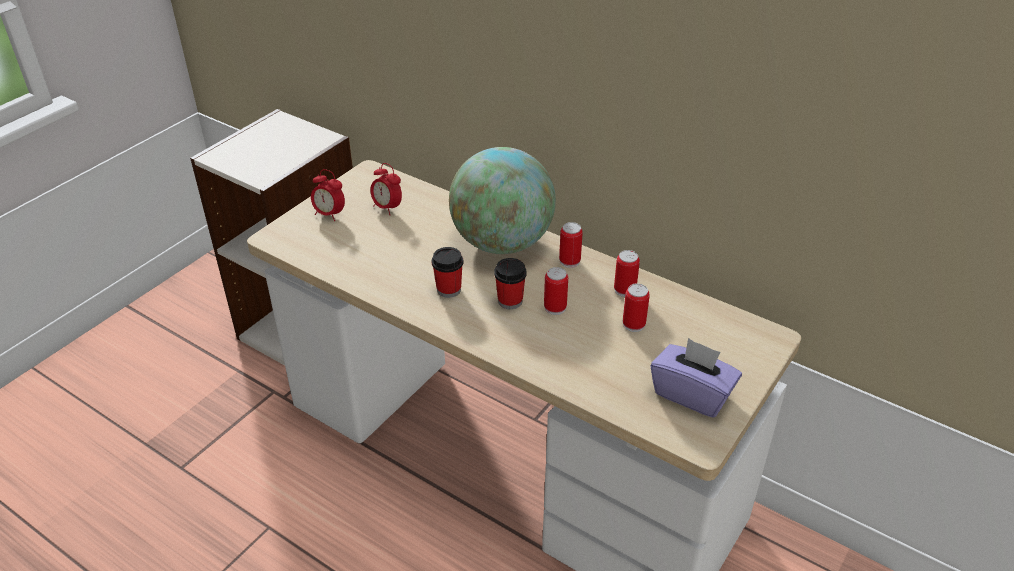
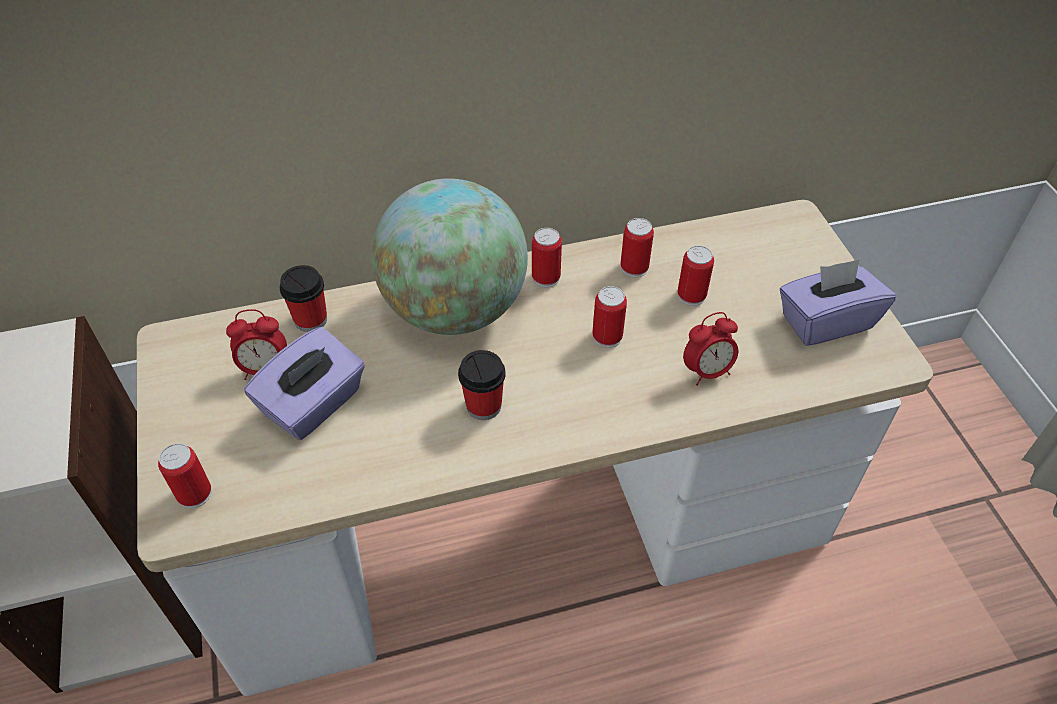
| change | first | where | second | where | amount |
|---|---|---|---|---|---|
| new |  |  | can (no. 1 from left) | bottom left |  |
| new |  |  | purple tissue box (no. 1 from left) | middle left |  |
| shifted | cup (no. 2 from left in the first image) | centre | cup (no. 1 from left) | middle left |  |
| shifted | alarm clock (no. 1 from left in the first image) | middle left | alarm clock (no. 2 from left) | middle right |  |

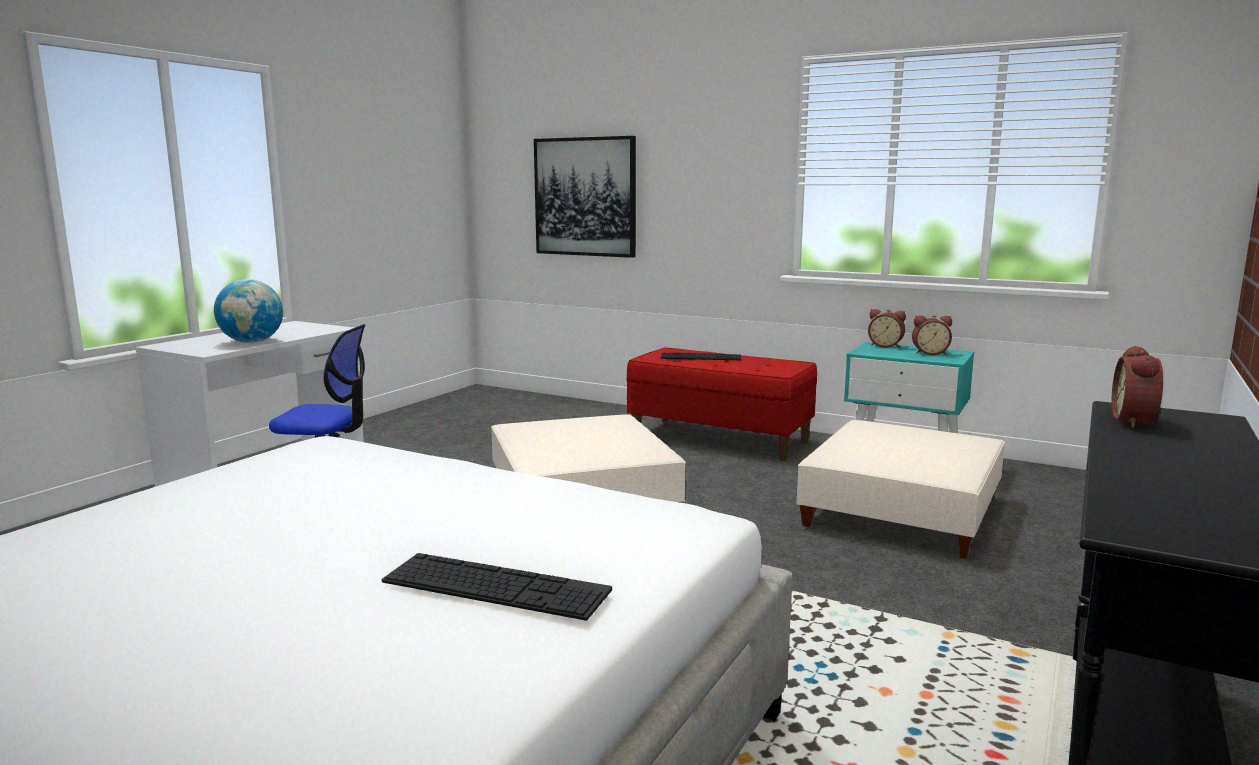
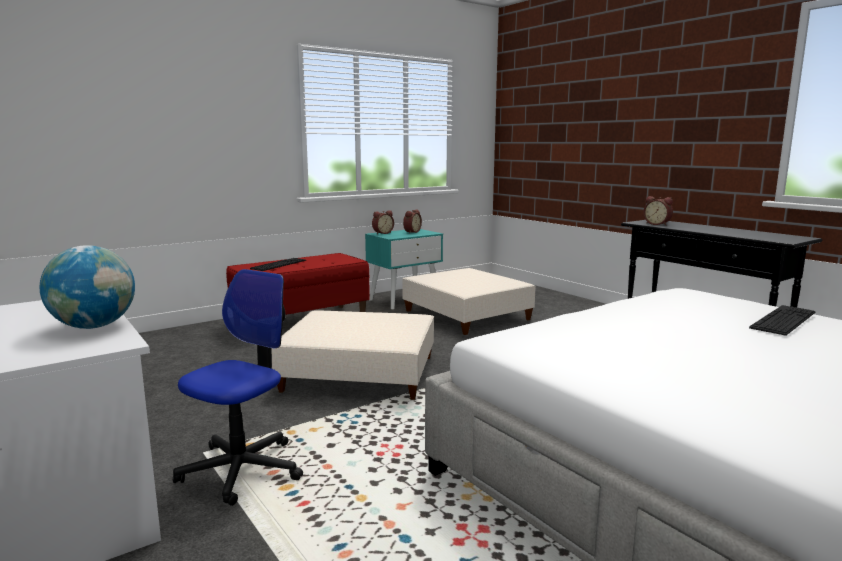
| change | first | where | second | where | amount |
|---|---|---|---|---|---|
| gone | picture | top centre |  |  |  |

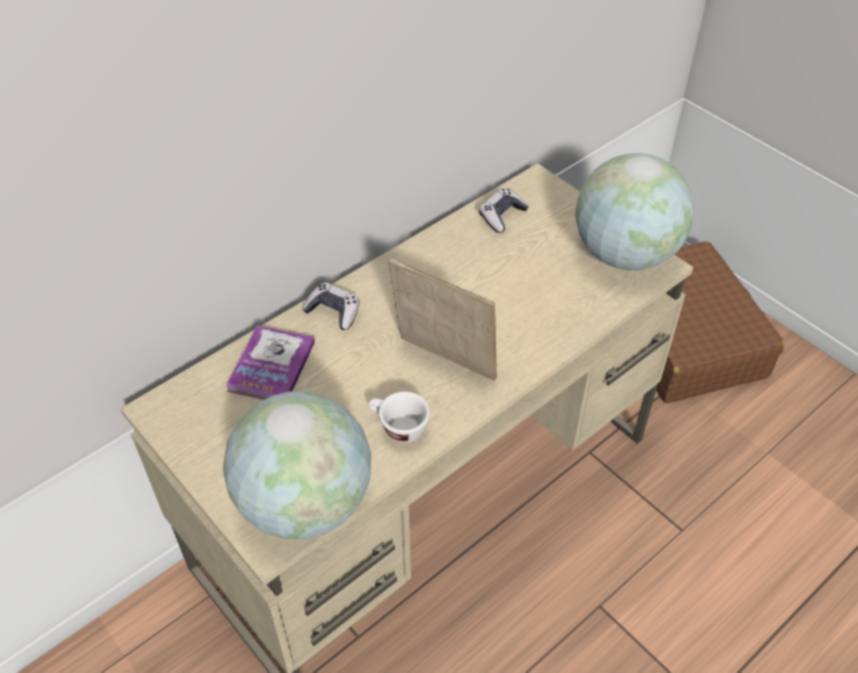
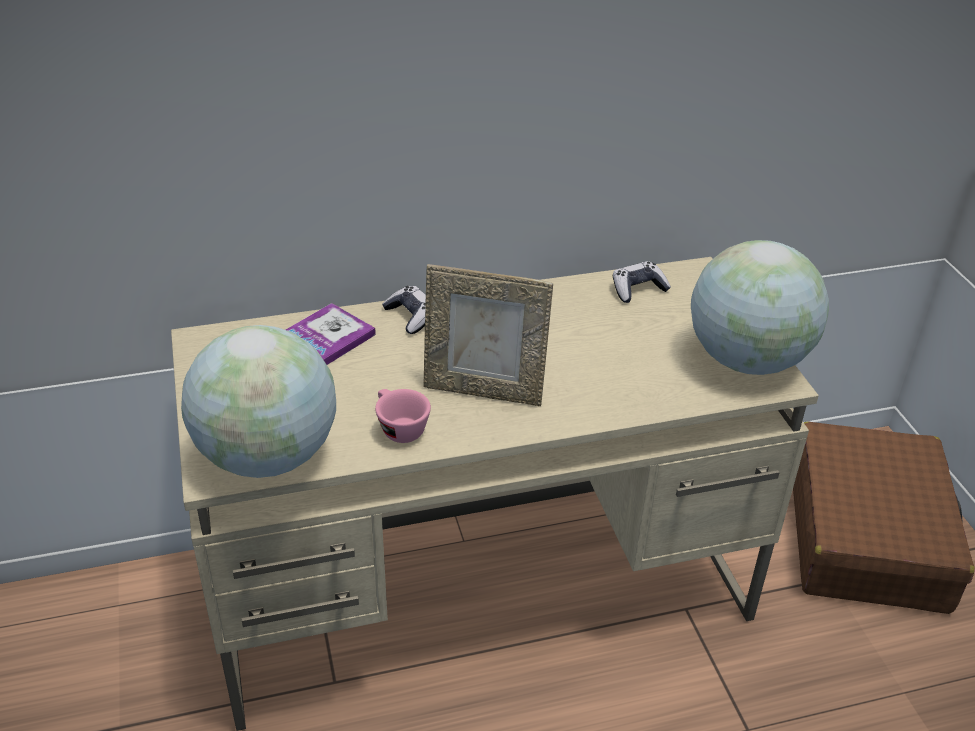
| change | first | where | second | where | amount |
|---|---|---|---|---|---|
| repainted | white cup | centre | pink cup | centre |  |
| rotated | picture frame | centre |  | centre | 135 degrees clockwise |

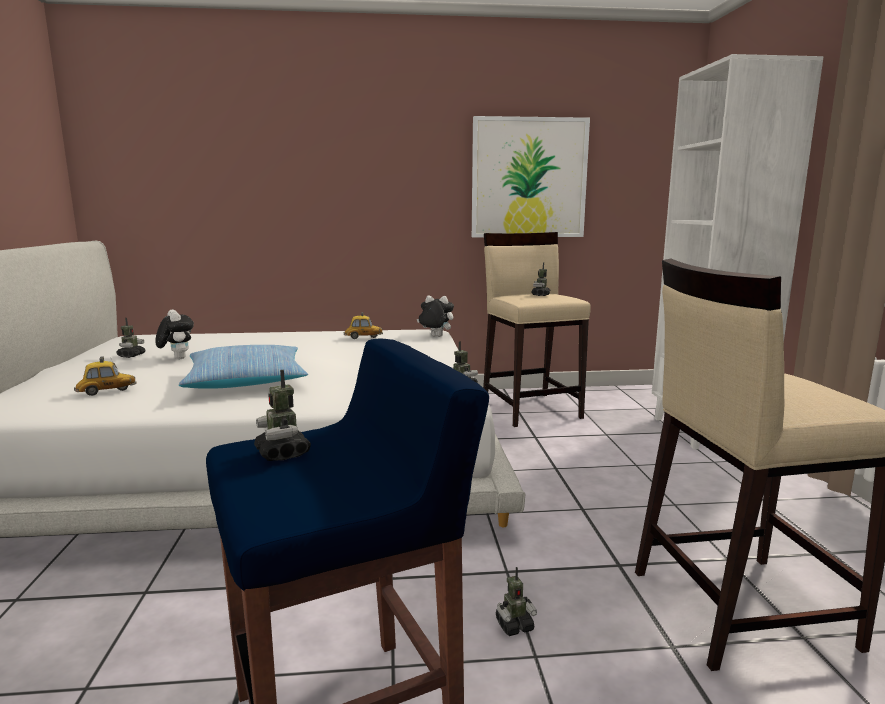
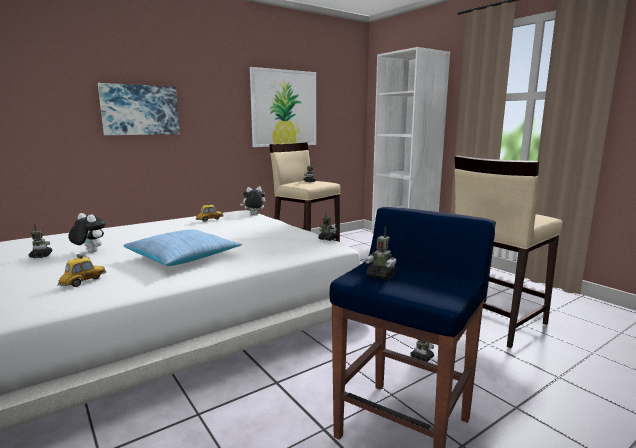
| change | first | where | second | where | amount |
|---|---|---|---|---|---|
| new |  |  | picture (no. 1 from left) | top left |  |

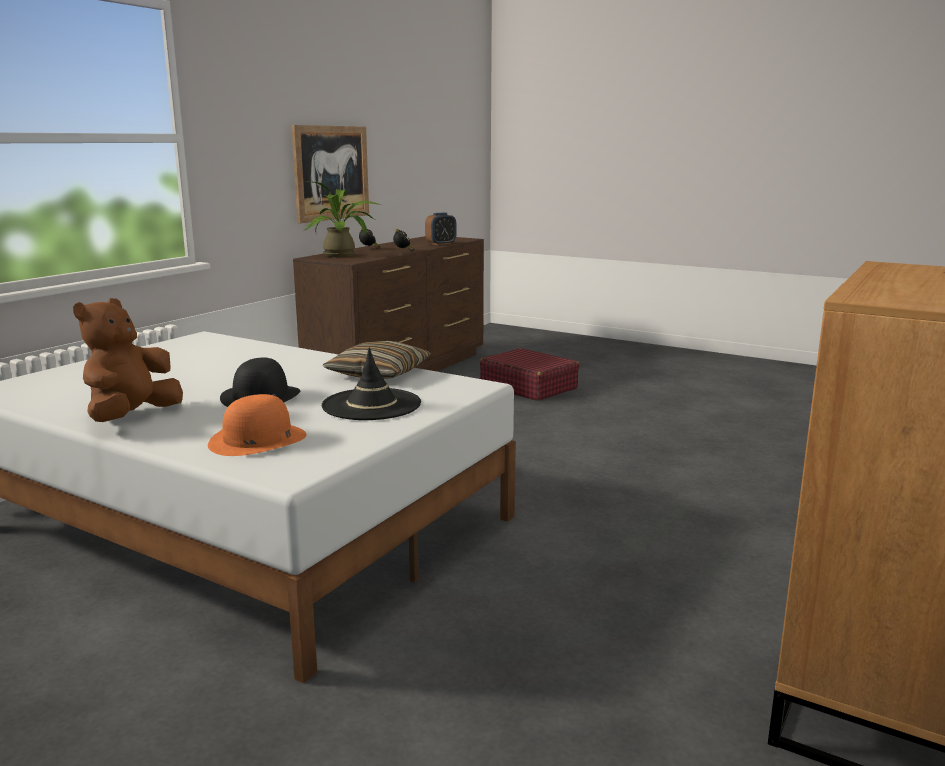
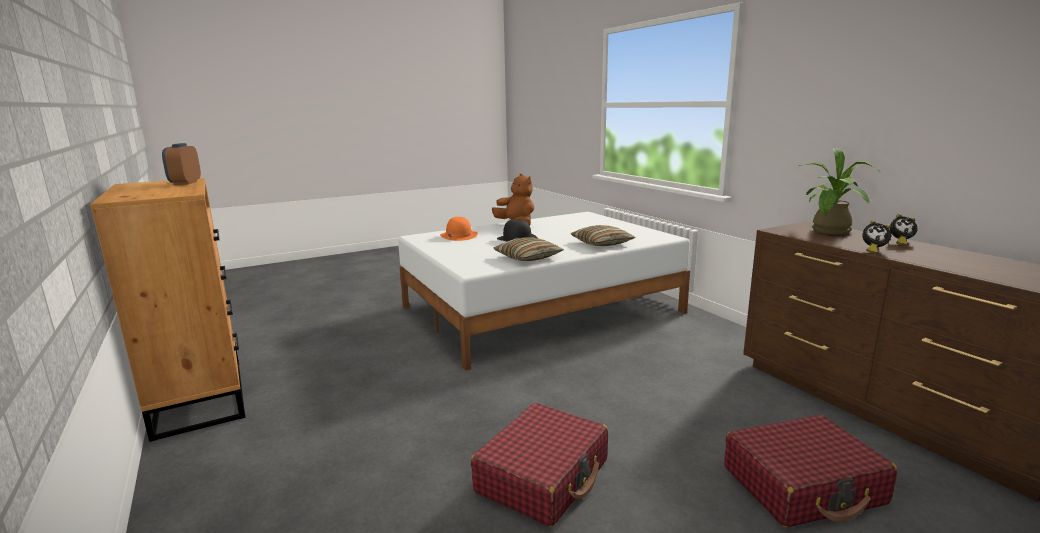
| change | first | where | second | where | amount |
|---|---|---|---|---|---|
| shifted | alarm clock (no. 3 from left in the first image) | top centre | alarm clock (no. 1 from left) | top left |  |
| new |  |  | red suitcase (no. 1 from left) | bottom centre |  |
| new |  |  | pillow (no. 2 from left) | centre |  |
| gone | picture | top centre |  |  |  |
| gone | black hat (no. 2 from left) | centre |  |  |  |

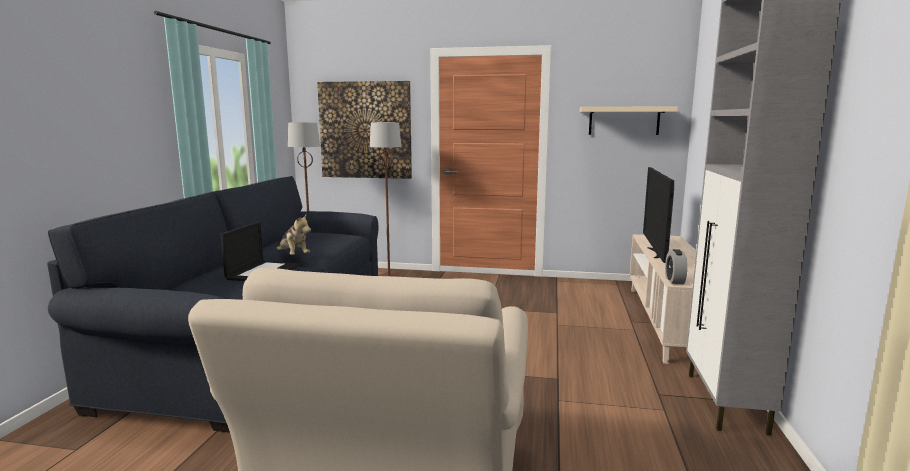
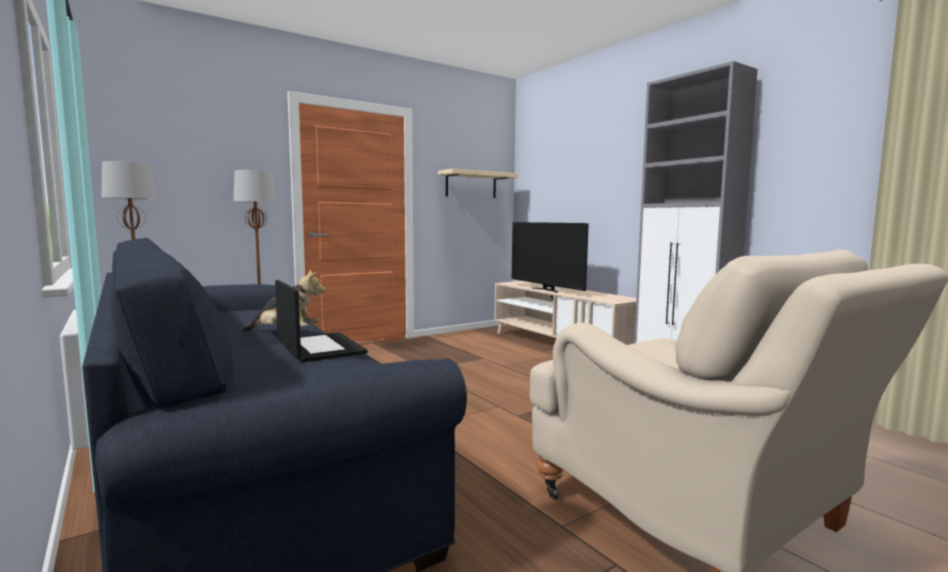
| change | first | where | second | where | amount |
|---|---|---|---|---|---|
| gone | picture | top centre |  |  |  |
| gone | alarm clock | middle right |  |  |  |

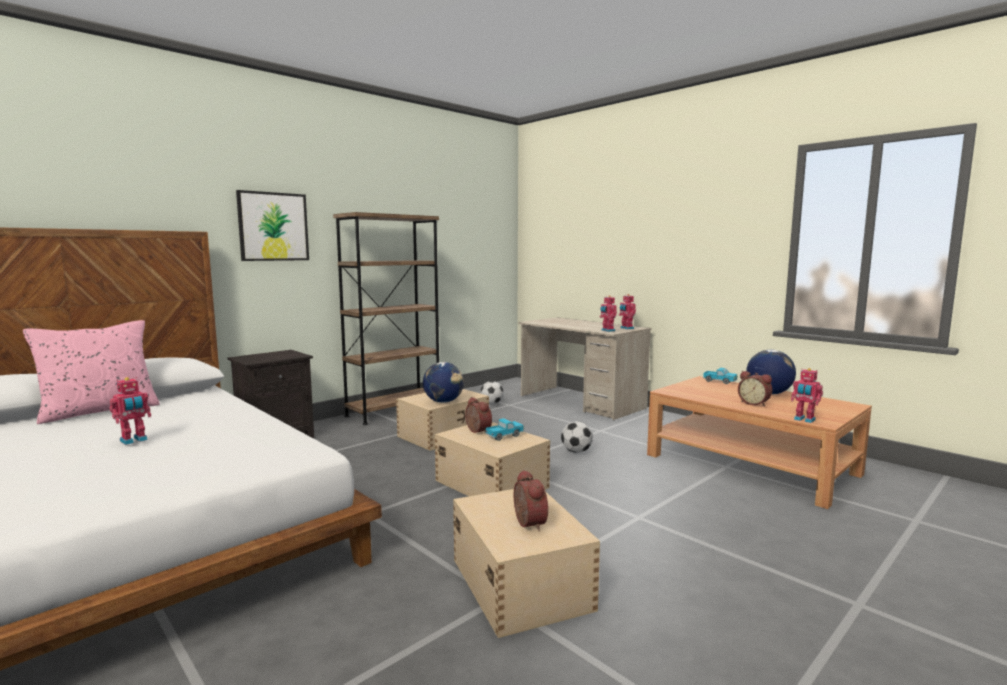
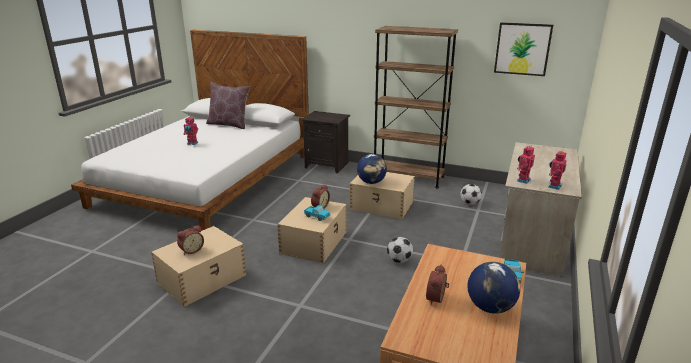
| change | first | where | second | where | amount |
|---|---|---|---|---|---|
| repainted | pink pillow | middle left | brown pillow | top left |  |
| shifted | picture | top left |  | top right |  |
| gone | toy robot (no. 4 from left) | middle right |  |  |  |

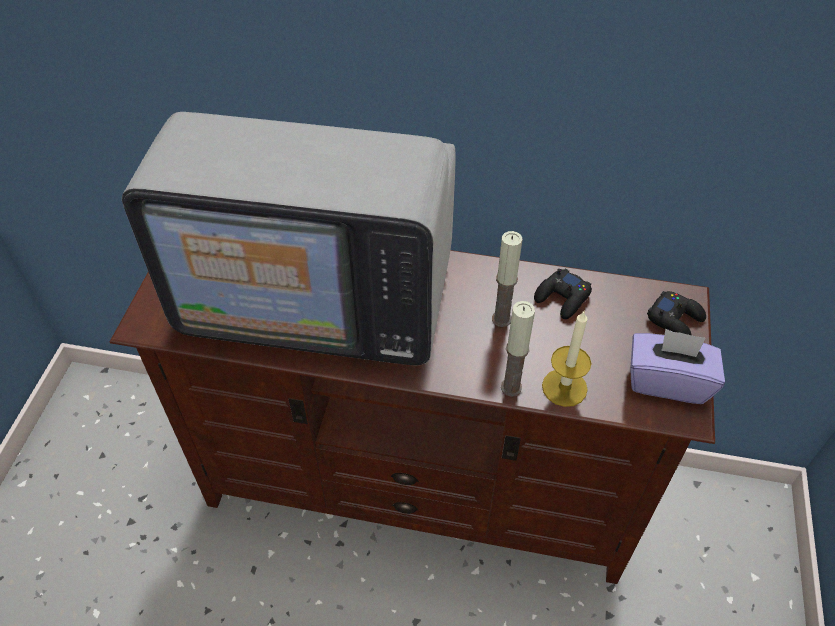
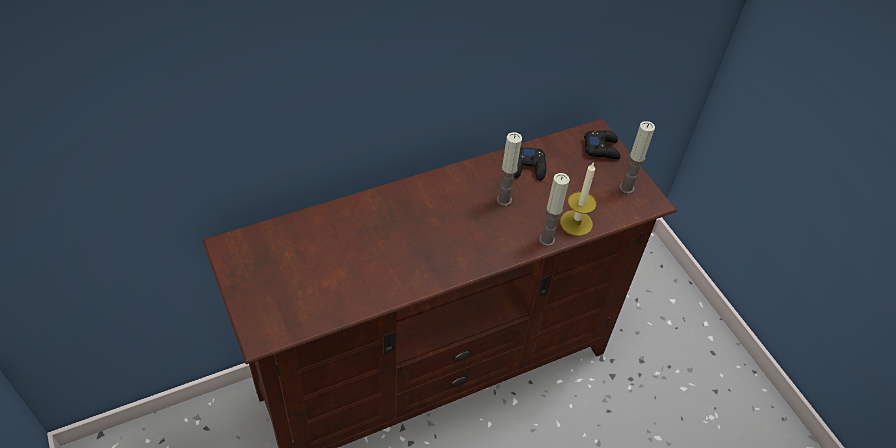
| change | first | where | second | where | amount |
|---|---|---|---|---|---|
| swapped | purple tissue box | middle right | candle (no. 4 from left) | middle right |  |
| gone | television | centre |  |  |  |

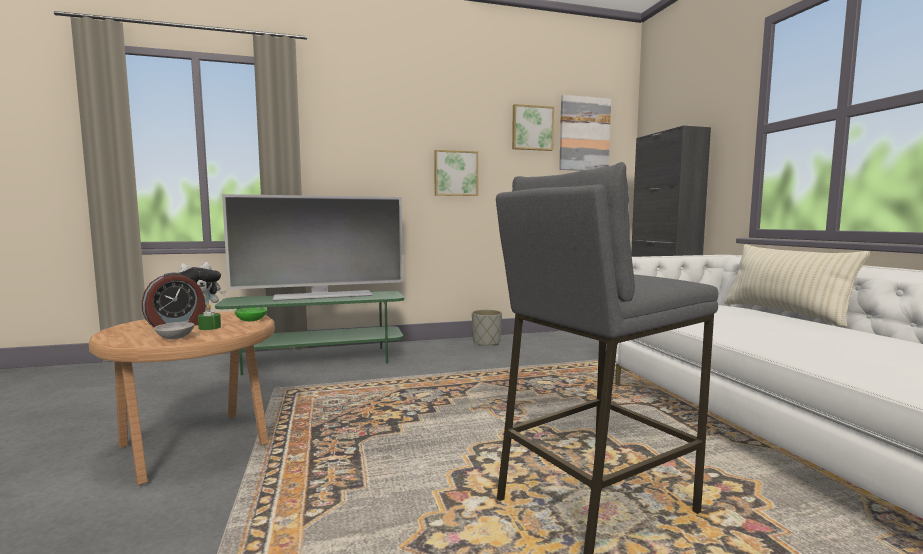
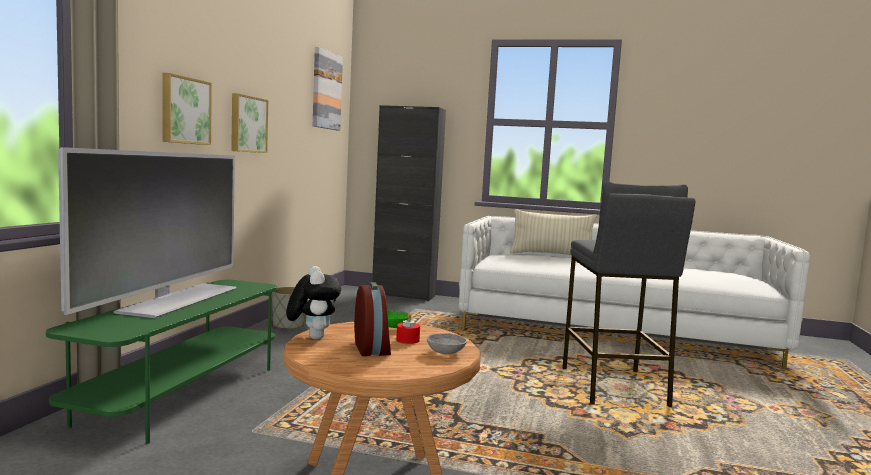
| change | first | where | second | where | amount |
|---|---|---|---|---|---|
| shifted | picture (no. 2 from left in the first image) | top centre | picture (no. 1 from left) | top left |  |
| repainted | green candle | middle left | red candle | bottom centre |  |

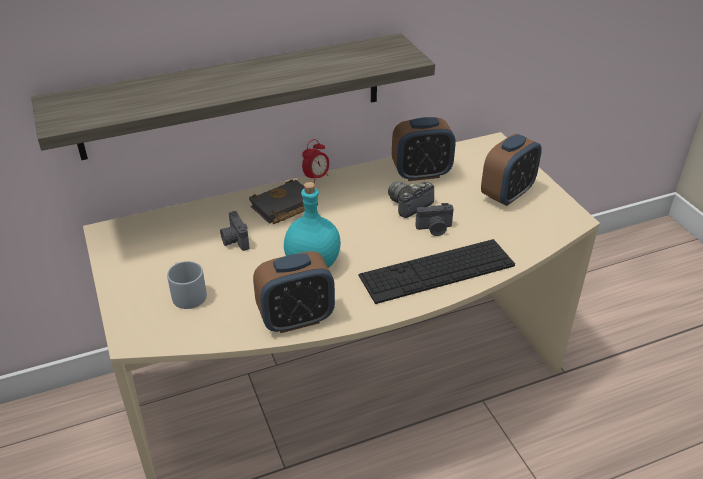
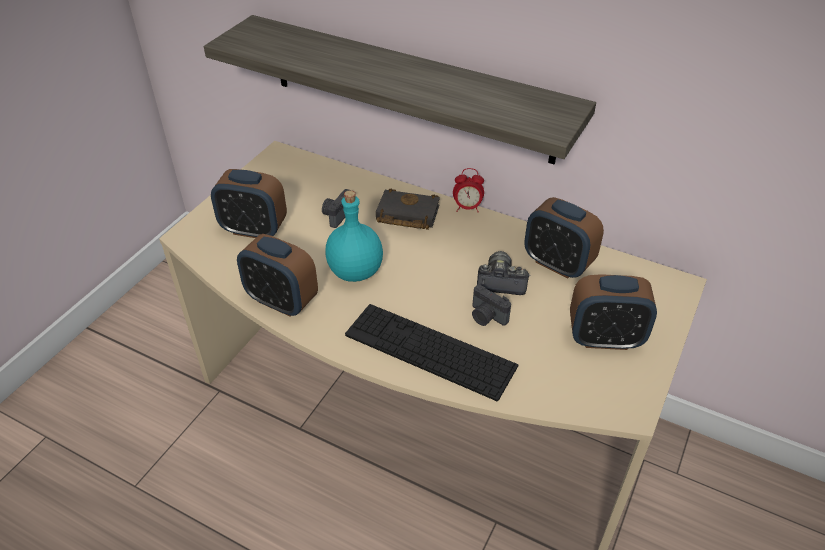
| change | first | where | second | where | amount |
|---|---|---|---|---|---|
| swapped | grey mug | middle left | alarm clock (no. 1 from left) | middle left |  |

